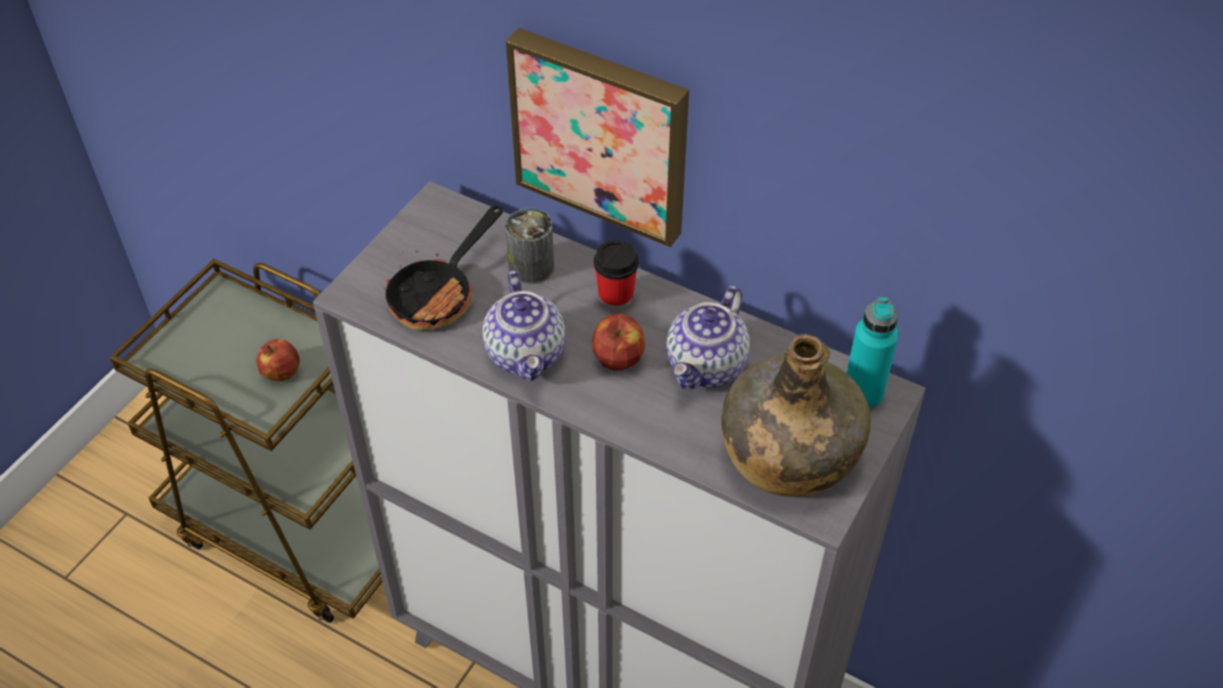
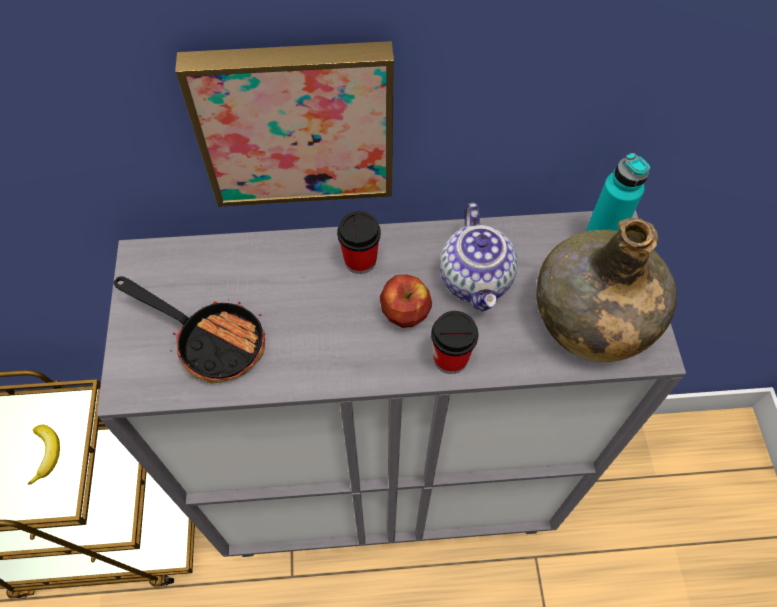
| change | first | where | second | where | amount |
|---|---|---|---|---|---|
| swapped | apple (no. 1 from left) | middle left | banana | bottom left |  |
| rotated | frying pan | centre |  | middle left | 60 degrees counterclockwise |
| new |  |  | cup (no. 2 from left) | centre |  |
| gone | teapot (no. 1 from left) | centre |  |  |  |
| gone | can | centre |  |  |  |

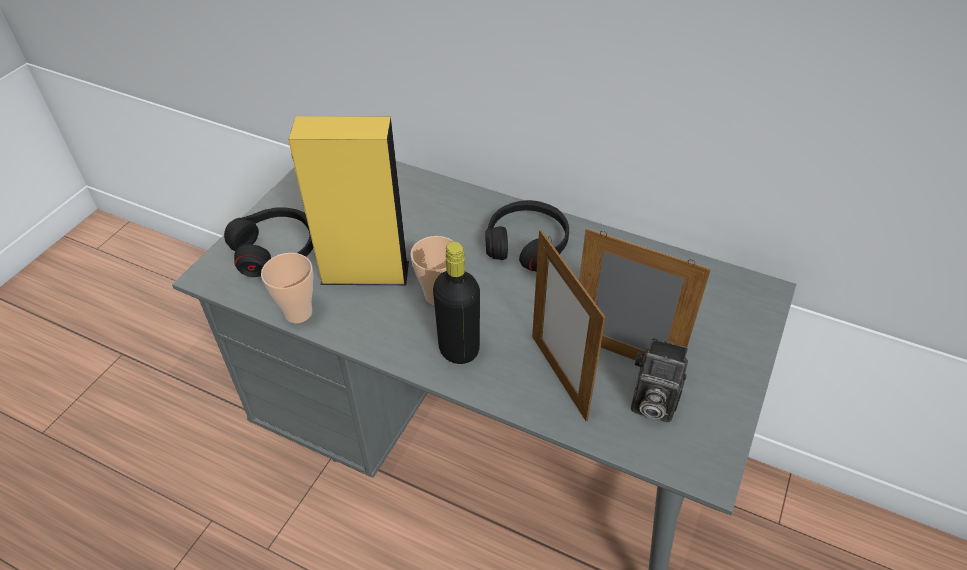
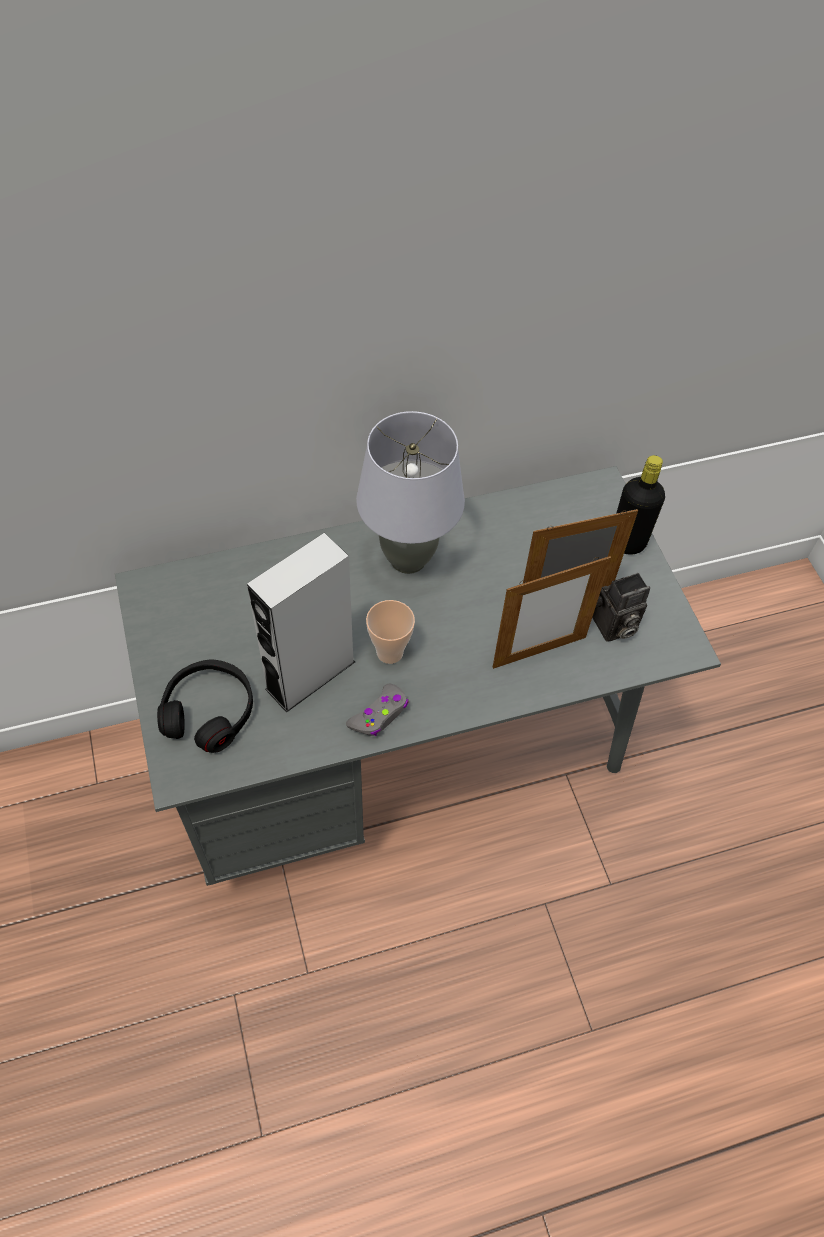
| change | first | where | second | where | amount |
|---|---|---|---|---|---|
| repainted | yellow speaker | centre | grey speaker | centre |  |
| new |  |  | grey game controller | centre |  |
| swapped | black headphones (no. 2 from left) | centre | grey table lamp | centre |  |
| rotated | picture frame (no. 1 from left) | centre |  | middle right | 45 degrees counterclockwise |
| shifted | black bottle | centre |  | middle right |  |
| gone | cup (no. 1 from left) | middle left |  |  |  |

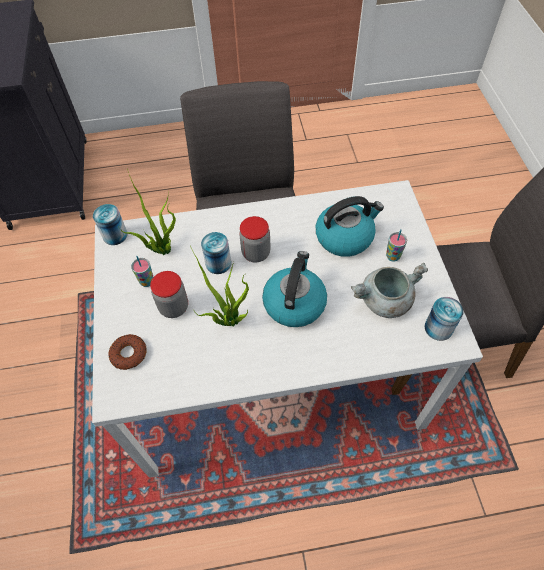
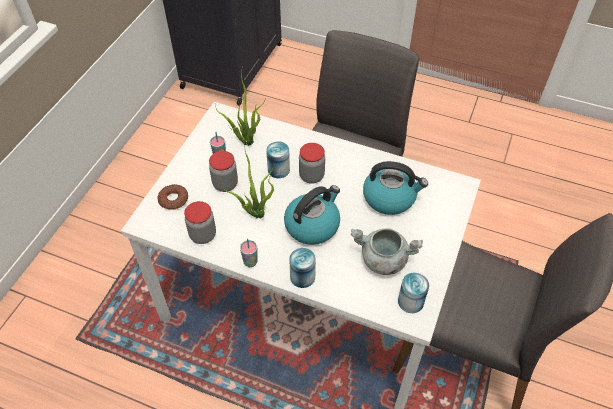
| change | first | where | second | where | amount |
|---|---|---|---|---|---|
| new |  |  | jar (no. 1 from left) | middle left |  |
| shifted | cup (no. 2 from left) | middle right |  | centre |  |
| shifted | can (no. 1 from left in the first image) | middle left | can (no. 2 from left) | centre |  |

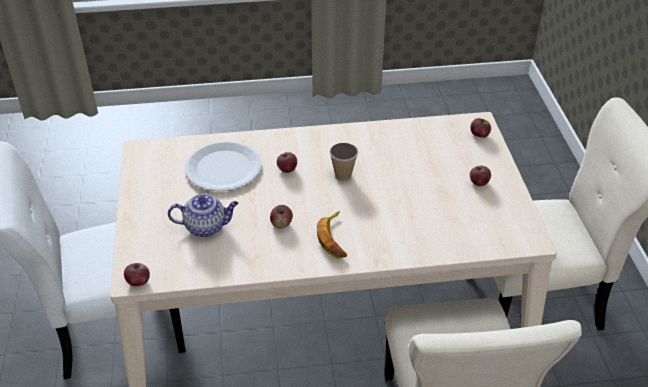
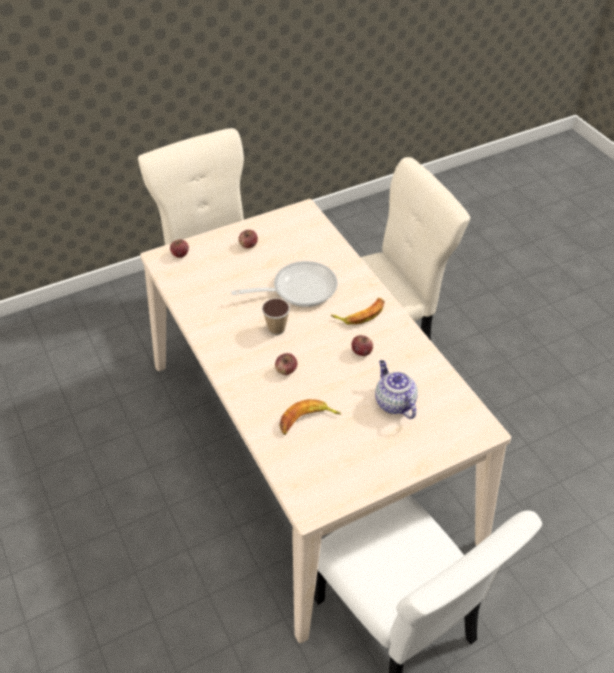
| change | first | where | second | where | amount |
|---|---|---|---|---|---|
| new |  |  | frying pan | centre |  |
| swapped | white plate | centre | banana (no. 1 from left) | centre |  |
| gone | apple (no. 1 from left) | bottom left |  |  |  |

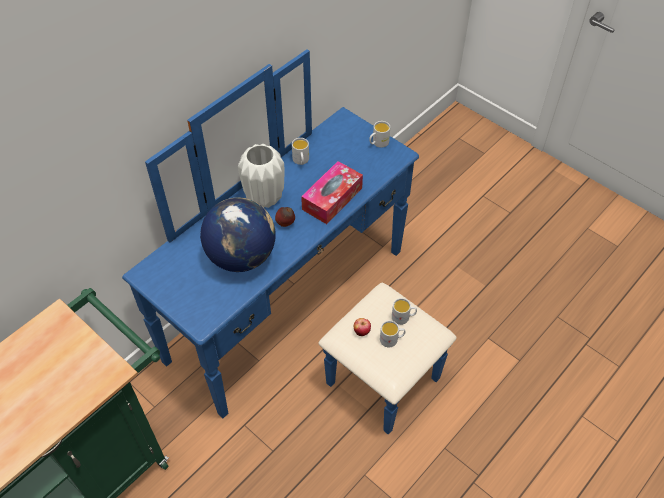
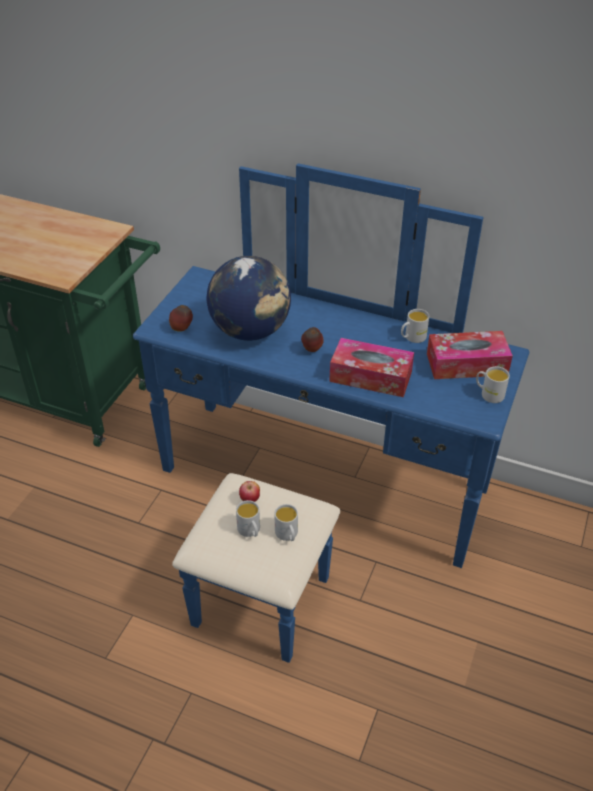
| change | first | where | second | where | amount |
|---|---|---|---|---|---|
| new |  |  | apple (no. 1 from left) | middle left |  |
| new |  |  | tissue box (no. 2 from left) | middle right |  |
| gone | white vase | centre |  |  |  |

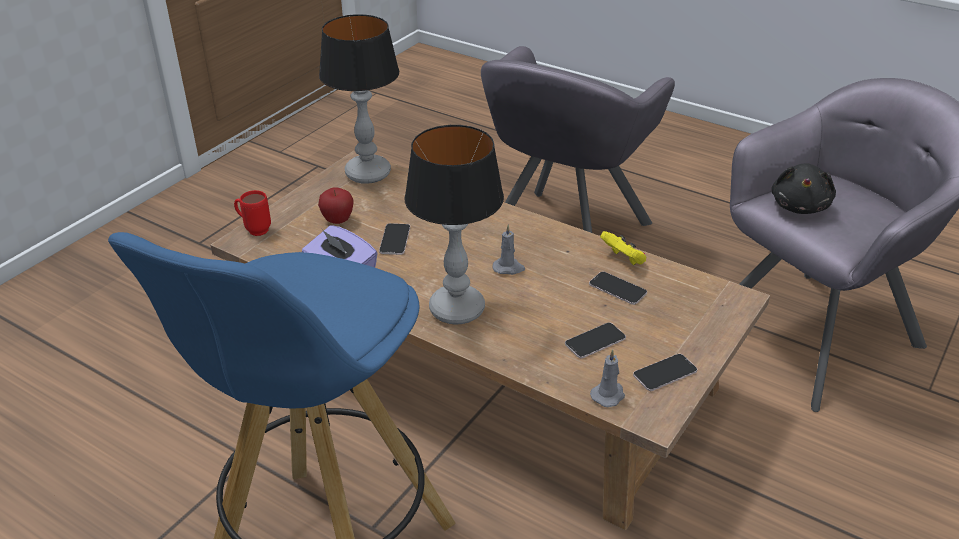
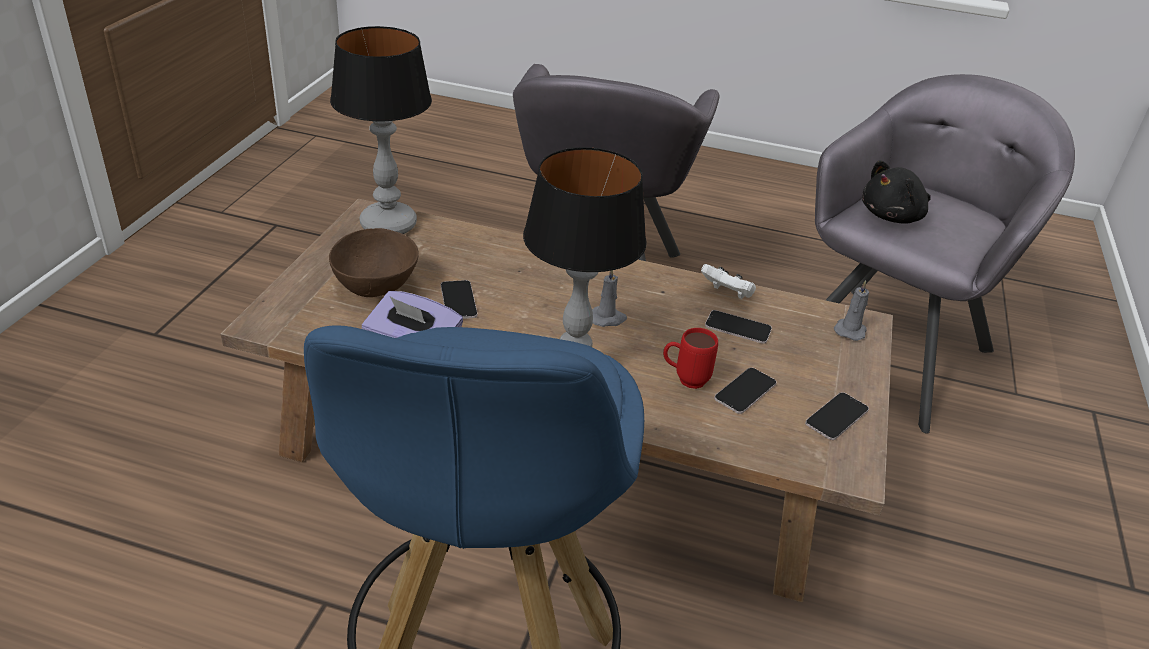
| change | first | where | second | where | amount |
|---|---|---|---|---|---|
| swapped | apple | centre | brown bowl | middle left |  |
| shifted | red mug | middle left |  | centre |  |
| repainted | yellow game controller | centre | white game controller | centre |  |
| shifted | grey candle (no. 2 from left) | bottom centre |  | middle right |  |
| rotated | black plush toy | middle right |  | top right | 60 degrees clockwise |

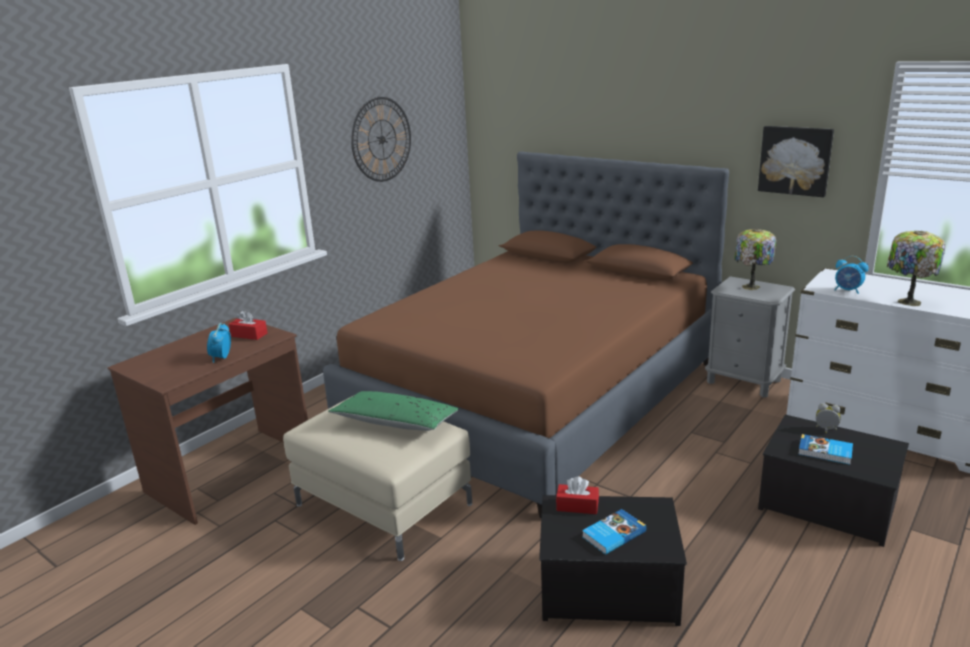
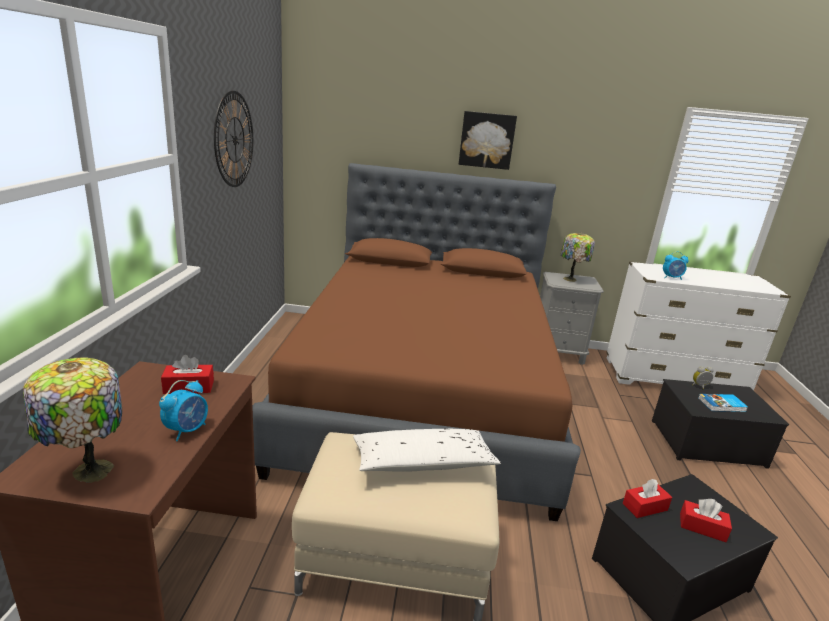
| change | first | where | second | where | amount |
|---|---|---|---|---|---|
| shifted | table lamp (no. 2 from left in the first image) | middle right | table lamp (no. 1 from left) | bottom left |  |
| rotated | alarm clock (no. 1 from left) | middle left |  | middle left | 120 degrees counterclockwise |
| repainted | green pillow | centre | white pillow | bottom centre |  |
| shifted | picture | top right |  | top centre |  |
| swapped | book (no. 1 from left) | bottom centre | red tissue box (no. 3 from left) | bottom right |  |

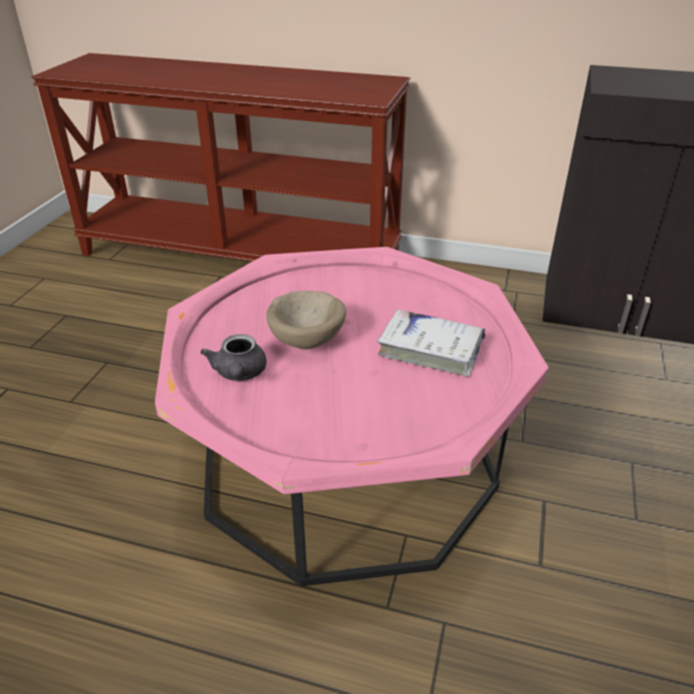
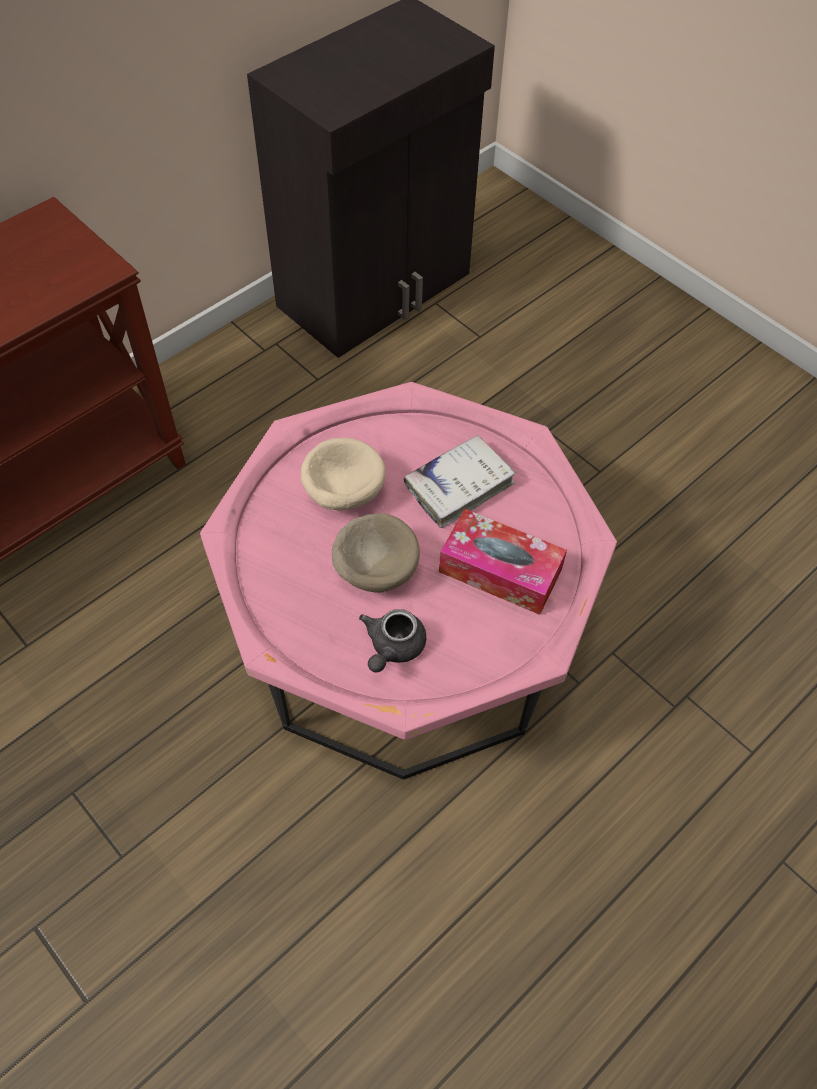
| change | first | where | second | where | amount |
|---|---|---|---|---|---|
| new |  |  | beige bowl (no. 1 from left) | centre |  |
| rotated | grey teapot | centre |  | centre | 90 degrees clockwise |
| new |  |  | tissue box | centre |  |

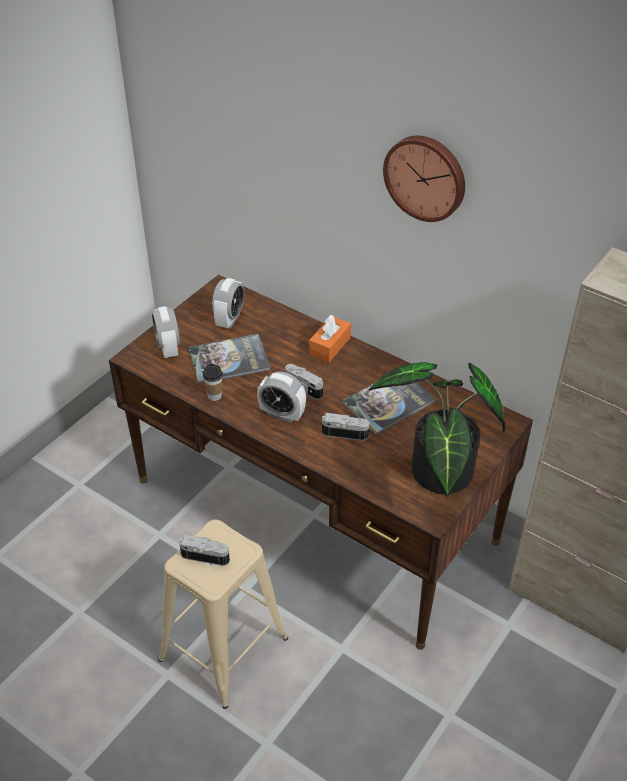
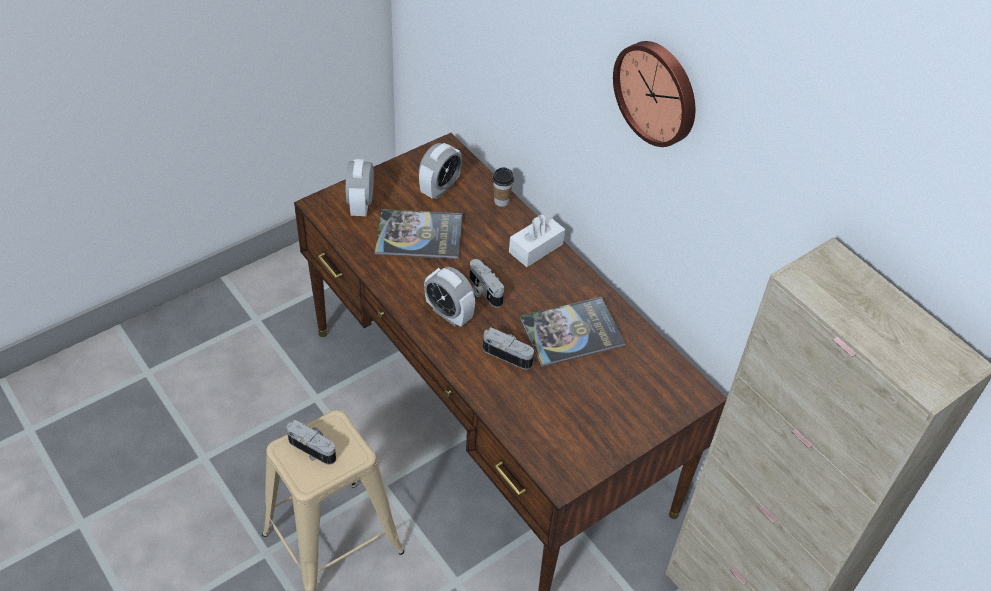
| change | first | where | second | where | amount |
|---|---|---|---|---|---|
| shifted | cup | centre |  | top centre |  |
| repainted | orange tissue box | centre | white tissue box | centre |  |
| gone | potted plant | middle right |  |  |  |

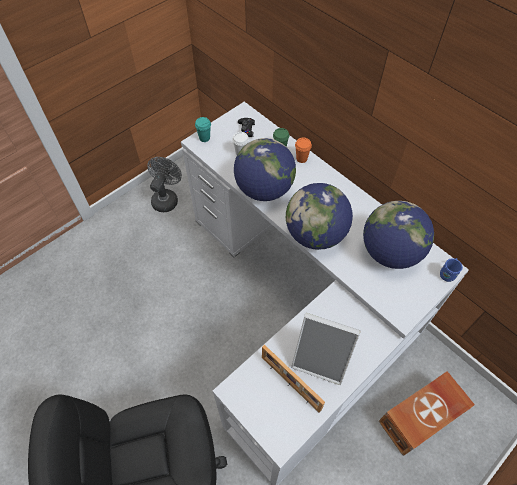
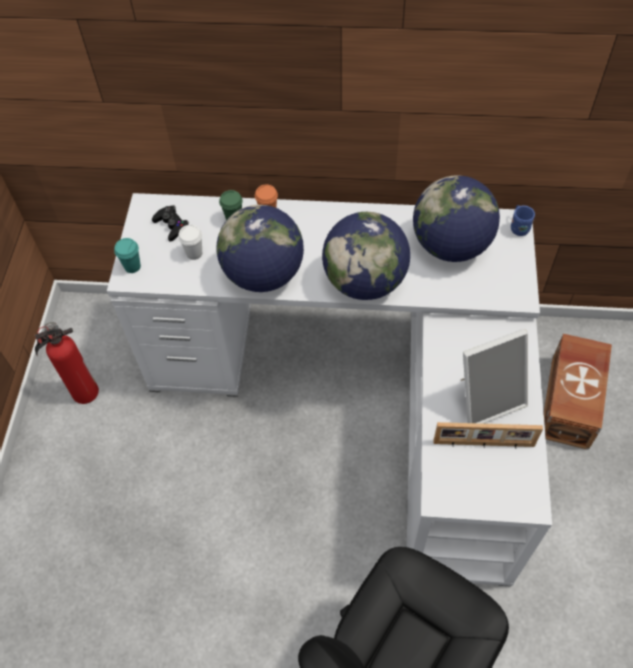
| change | first | where | second | where | amount |
|---|---|---|---|---|---|
| swapped | grey fan | middle left | fire extinguisher | middle left |  |

